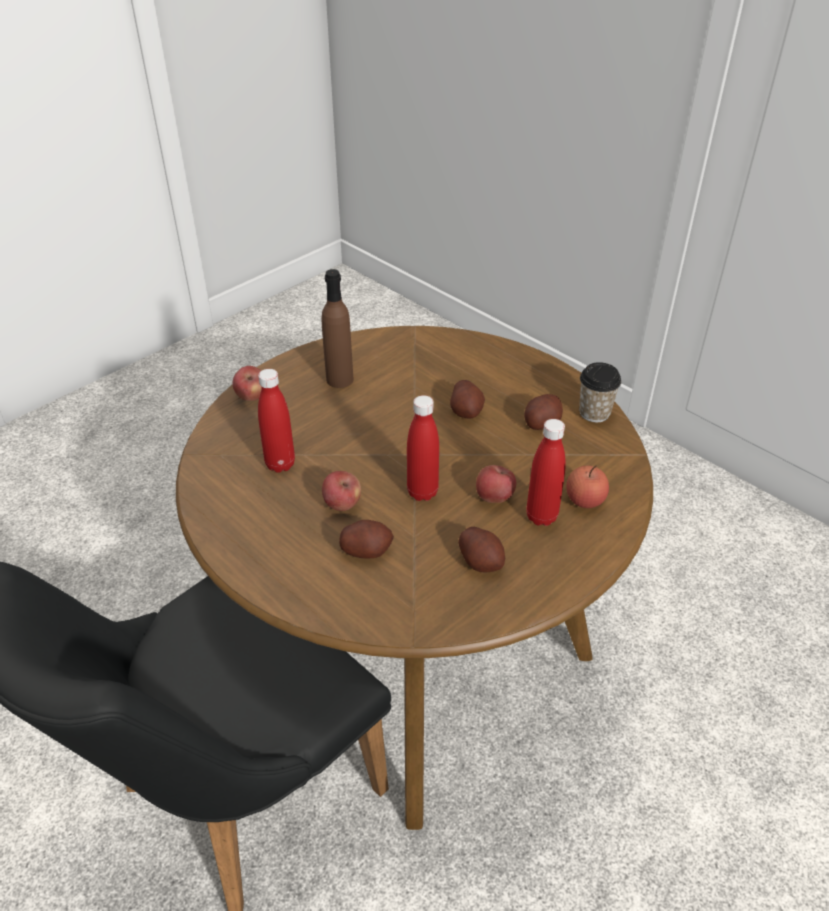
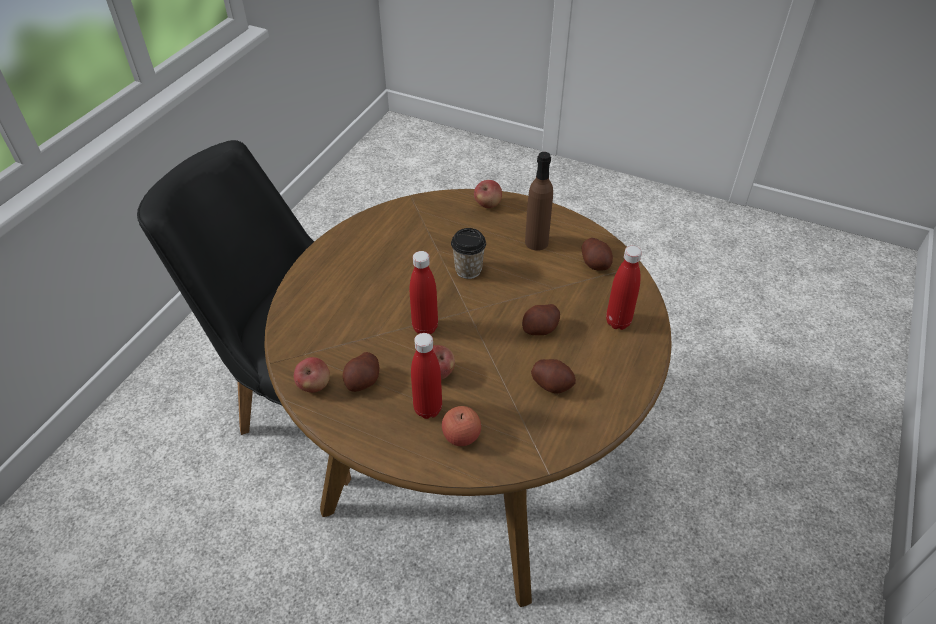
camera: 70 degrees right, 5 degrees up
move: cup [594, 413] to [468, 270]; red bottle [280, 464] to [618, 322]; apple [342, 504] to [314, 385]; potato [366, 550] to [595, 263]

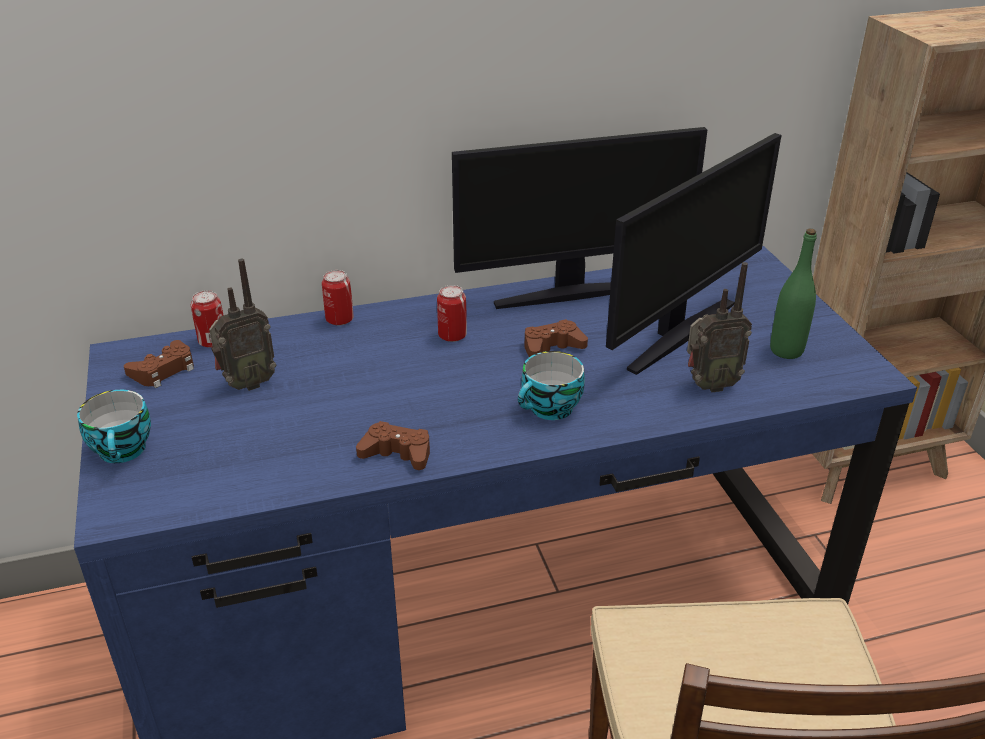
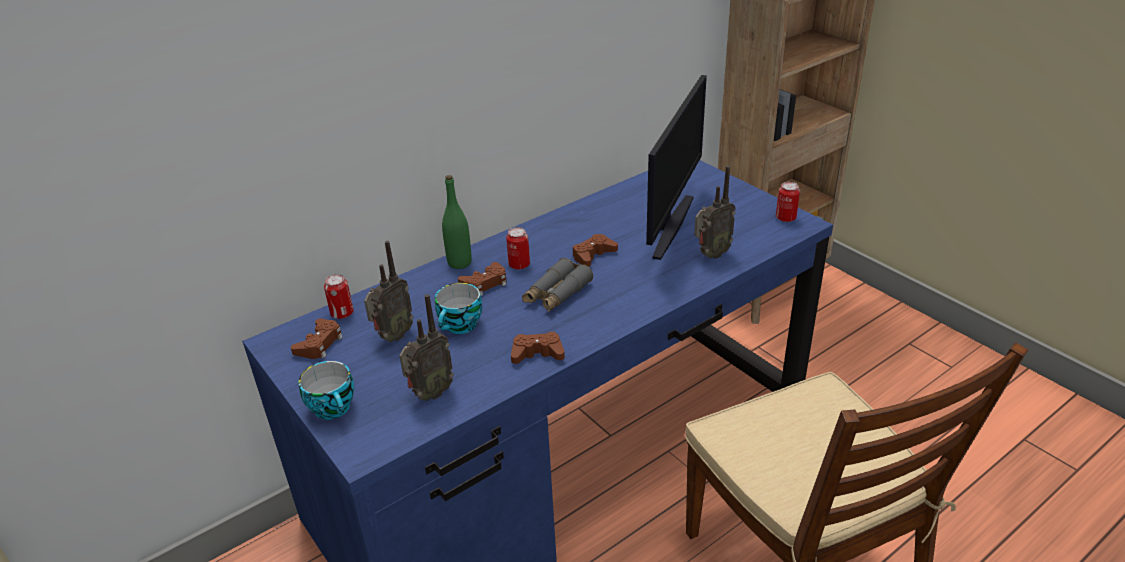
camera: 20 degrees left, 0 degrees up
delete: monitor [571, 293]
insert: grey binoculars [557, 294]; brown game controller [485, 284]; radio [429, 394]
move: green bottle [786, 350] to [459, 263]; can [339, 320] to [785, 218]; cup [550, 409] to [460, 326]

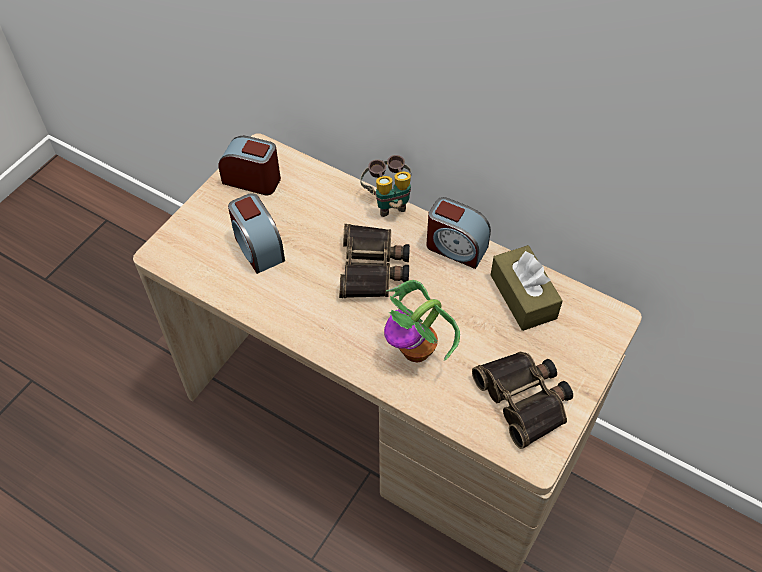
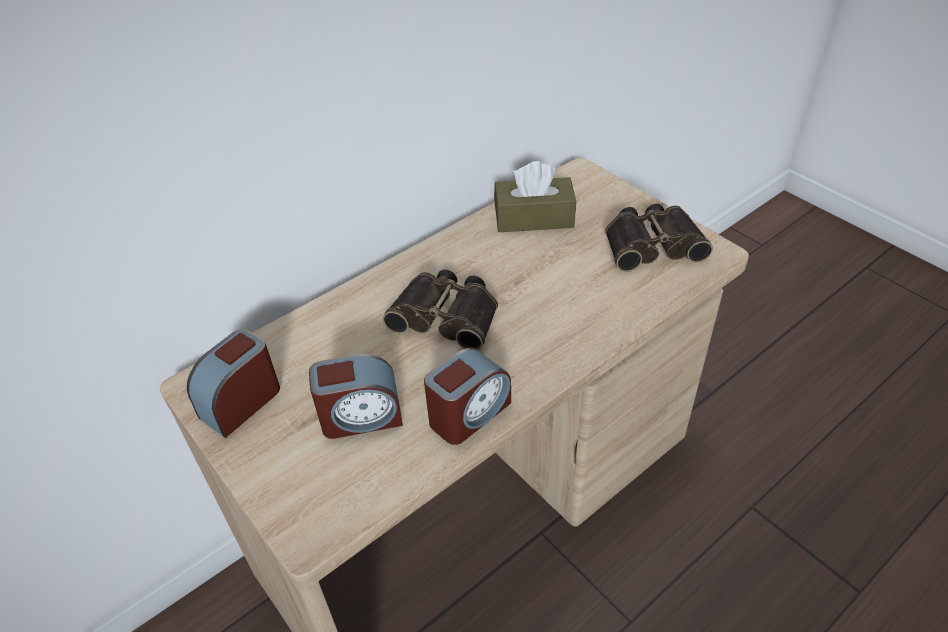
camera: 70 degrees left, 10 degrees down
delete: binoculars [388, 202]; potted plant [417, 350]
move: alarm clock [455, 247] to [469, 413]

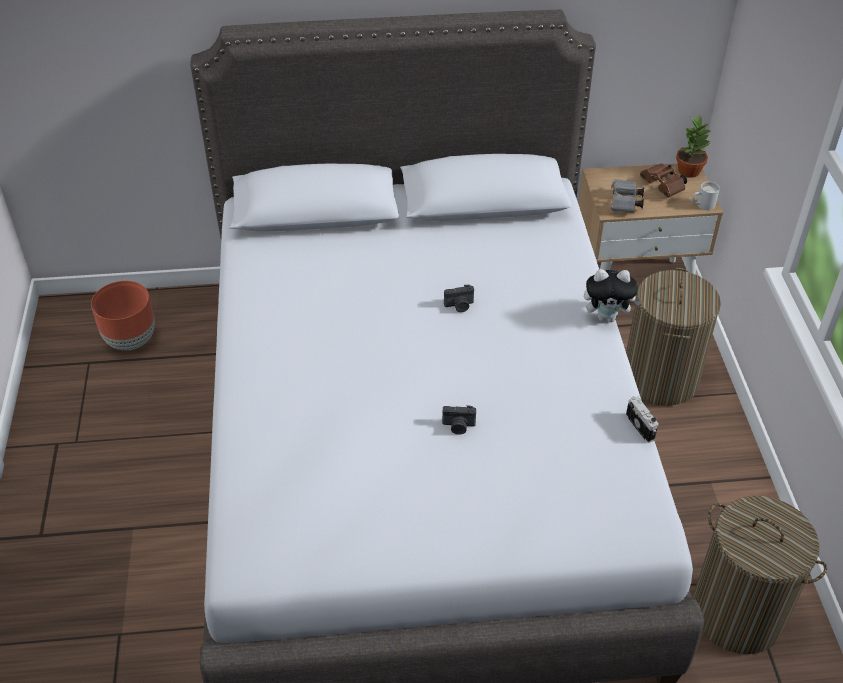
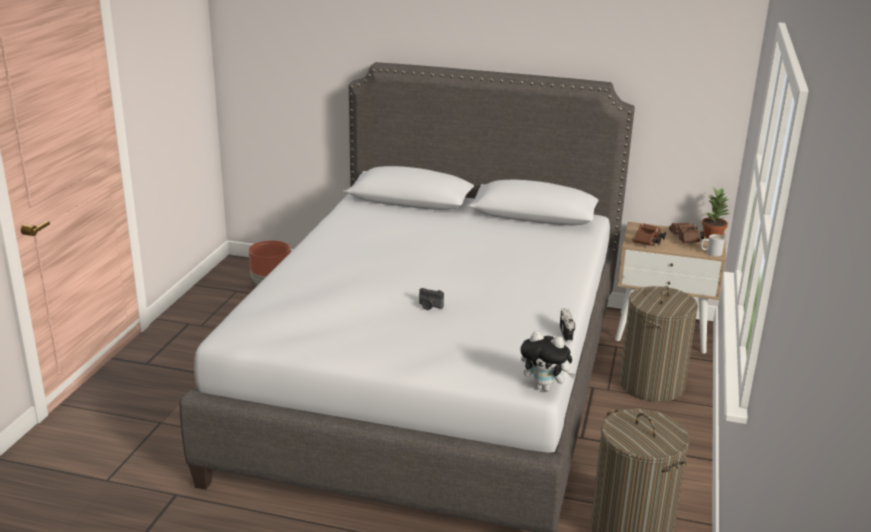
camera: 20 degrees right, 20 degrees down
delete: photo camera [459, 306]
move: plush toy [607, 317] to [545, 387]
recolor: grey binoculars [624, 204] to brown binoculars [647, 242]

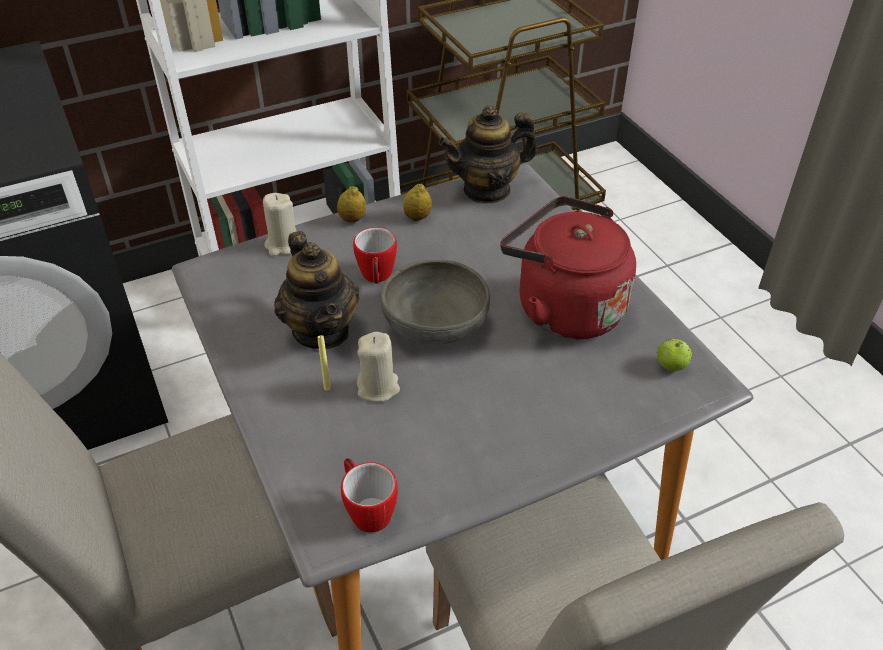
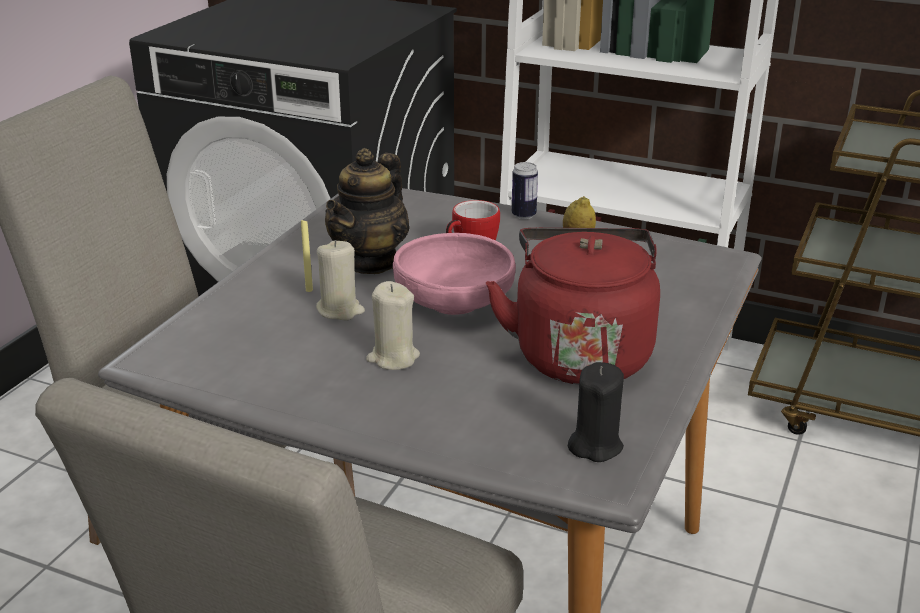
camera: 50 degrees right, 15 degrees down
delete: teapot [487, 190]; mug [367, 510]
move: beige candle [283, 245] to [393, 358]
replace: lemon [352, 219] to can [523, 215]; apple [671, 366] to black candle [595, 445]
recolor: grey bowl [435, 324] to pink bowl [453, 302]

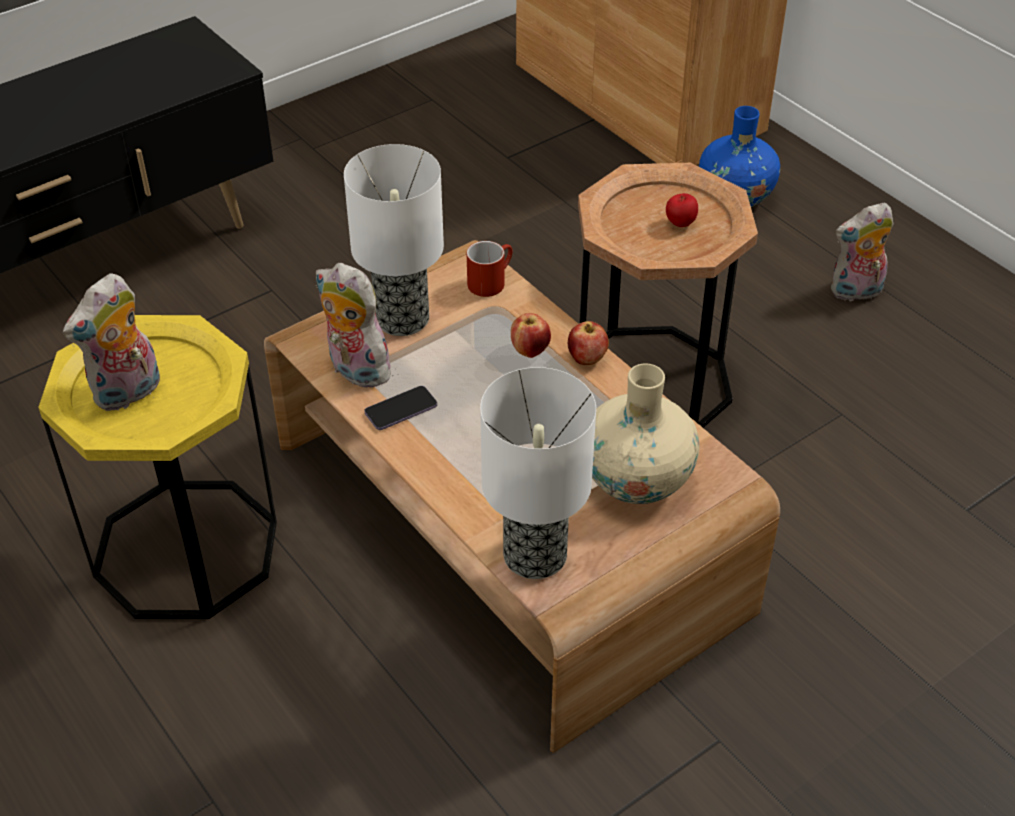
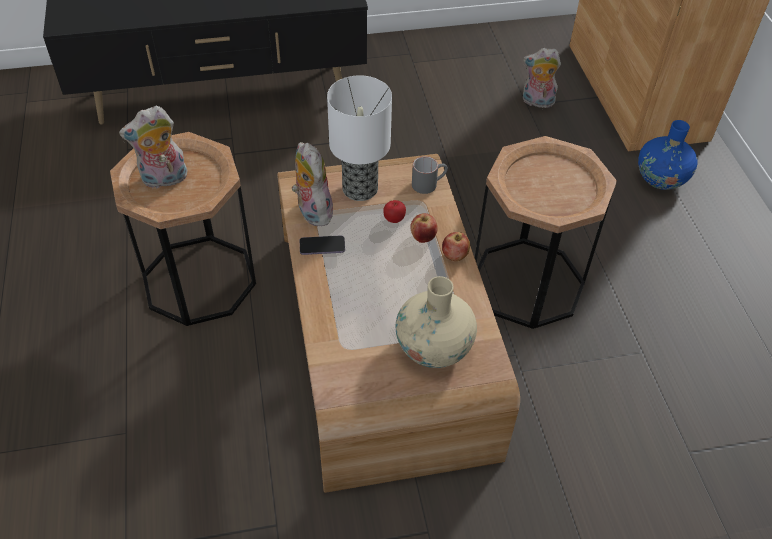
camera: 25 degrees right, 5 degrees up
delete: table lamp [535, 554]
move: apple [680, 224] to [394, 220]; plush toy [855, 292] to [536, 102]
recolor: red mug [490, 281] to grey mug [428, 183]; yellow side table [186, 549] to brown side table [199, 280]

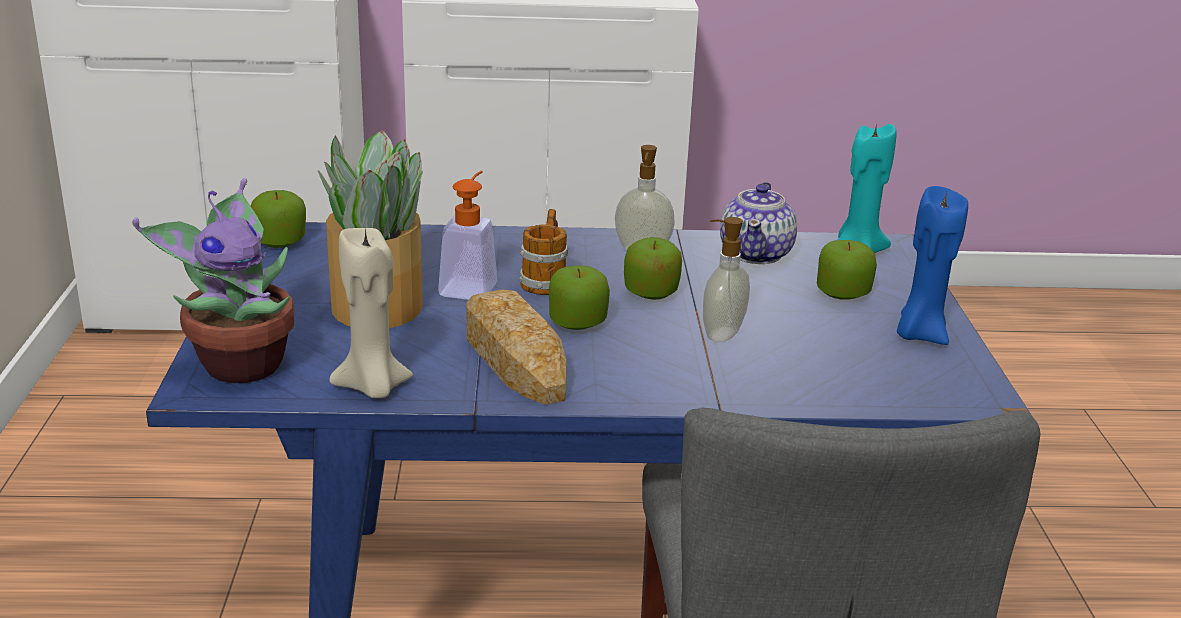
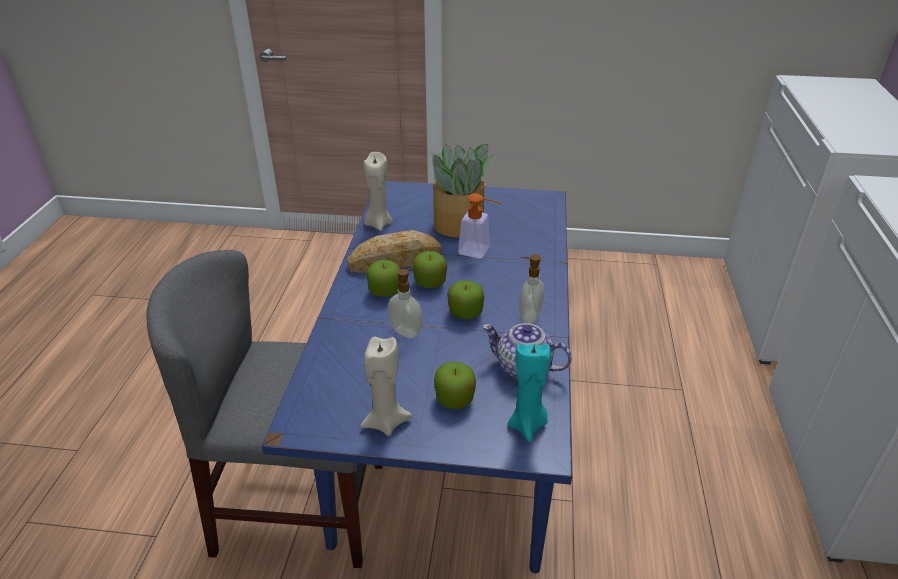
camera: 100 degrees right, 10 degrees up
delete: potted plant [239, 363]; mug [545, 280]
move: apple [280, 241] to [385, 291]
recolor: blue candle [919, 334] to beige candle [385, 422]

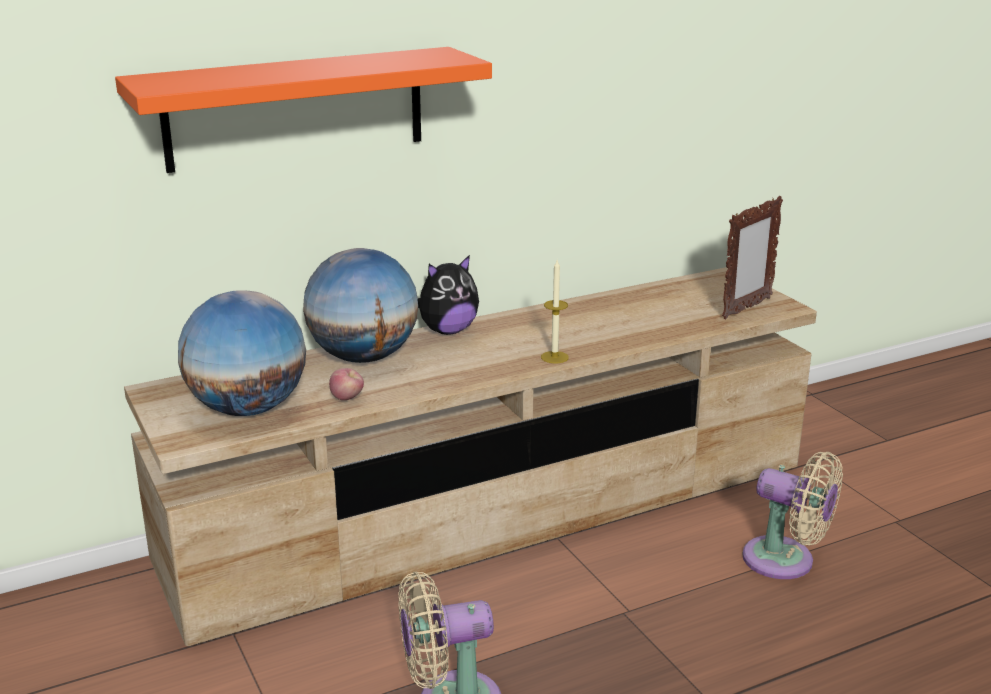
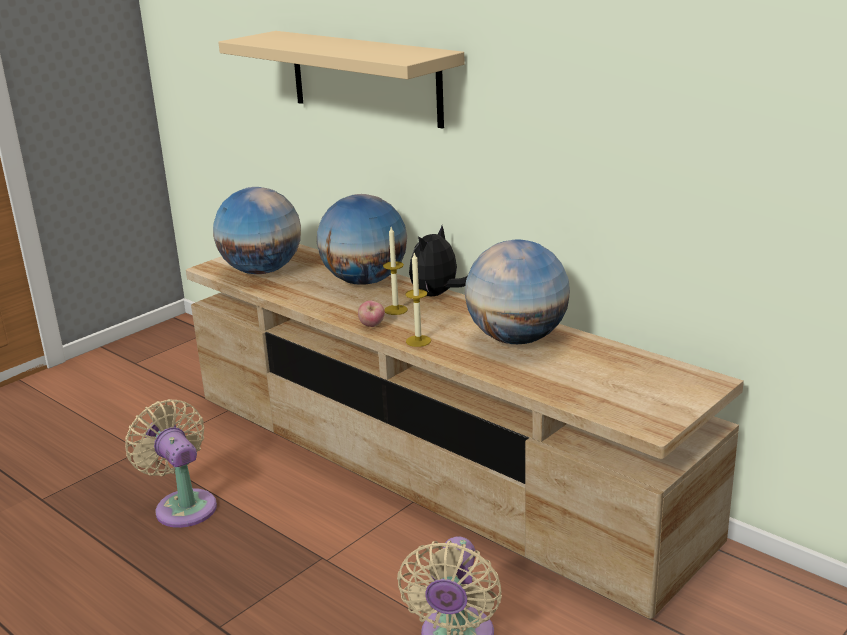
camera: 70 degrees right, 0 degrees up
delete: picture frame [746, 308]
insert: candle [395, 310]; globe [517, 339]
move: apple [347, 398] to [372, 326]
recolor: orange shelf [295, 108] to beige shelf [364, 77]
rotate: plush toy [447, 331] = [437, 295] 90 degrees clockwise

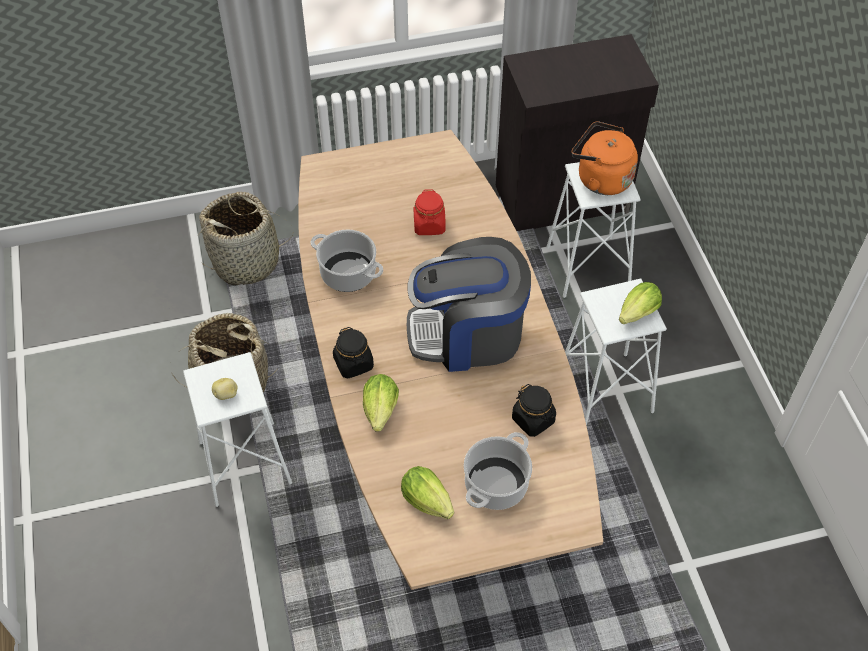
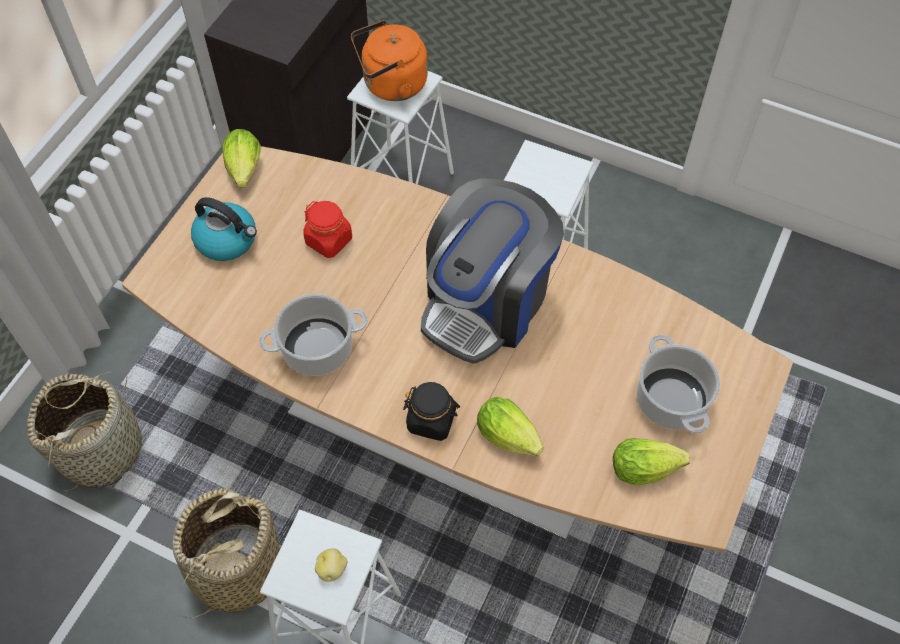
camera: 50 degrees left, 5 degrees up
delete: black jar [533, 420]
insert: kettle [227, 240]
move: lettuce [636, 315] to [244, 172]

